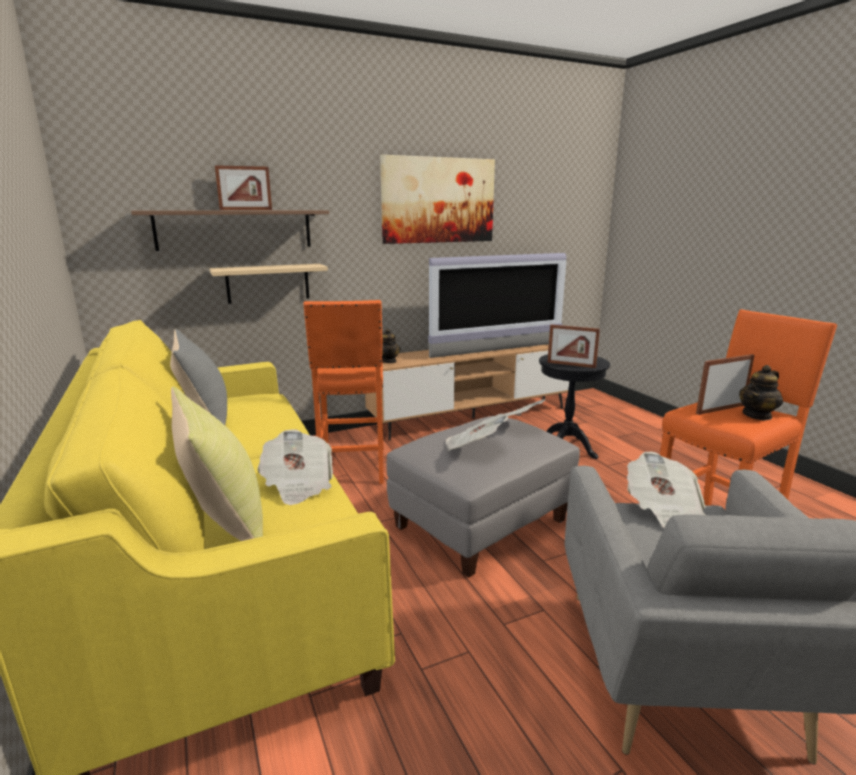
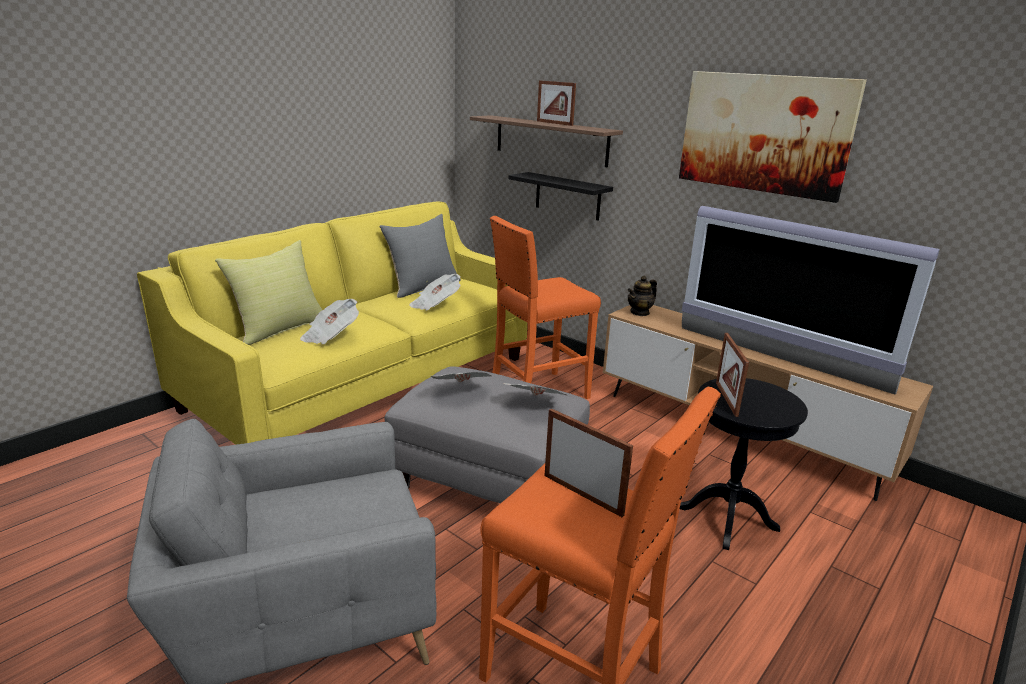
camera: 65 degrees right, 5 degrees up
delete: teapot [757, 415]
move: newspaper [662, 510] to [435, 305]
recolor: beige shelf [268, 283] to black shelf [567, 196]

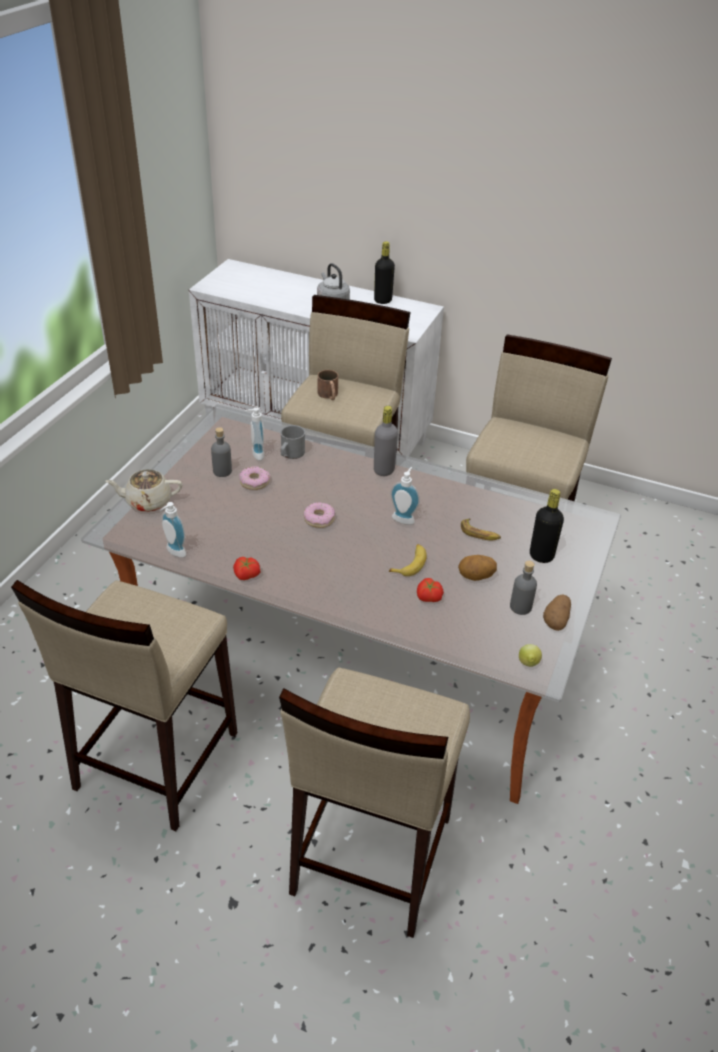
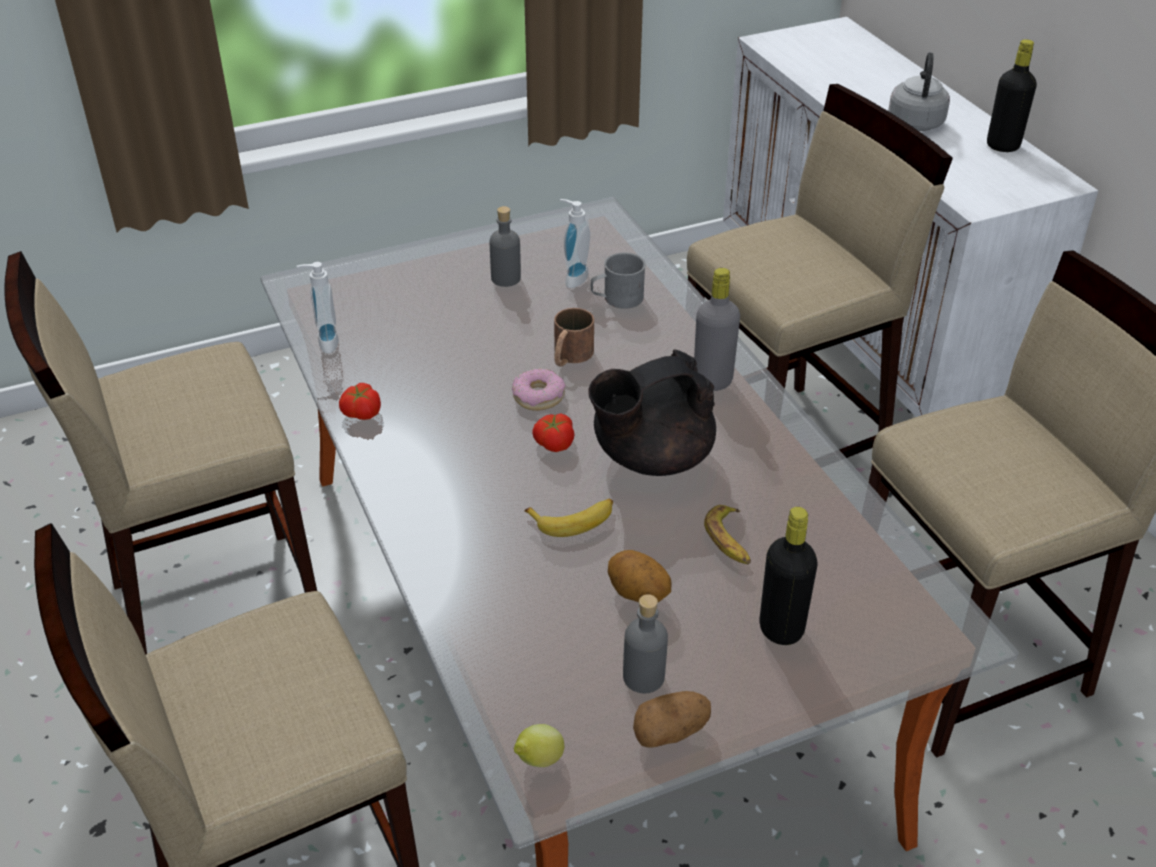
camera: 45 degrees right, 0 degrees up
delete: donut [254, 482]; beige teapot [148, 502]
move: brown mug [329, 395] to [569, 357]; tomato [428, 597] to [553, 443]
replace: soap dispenser [404, 518] to black teapot [650, 457]

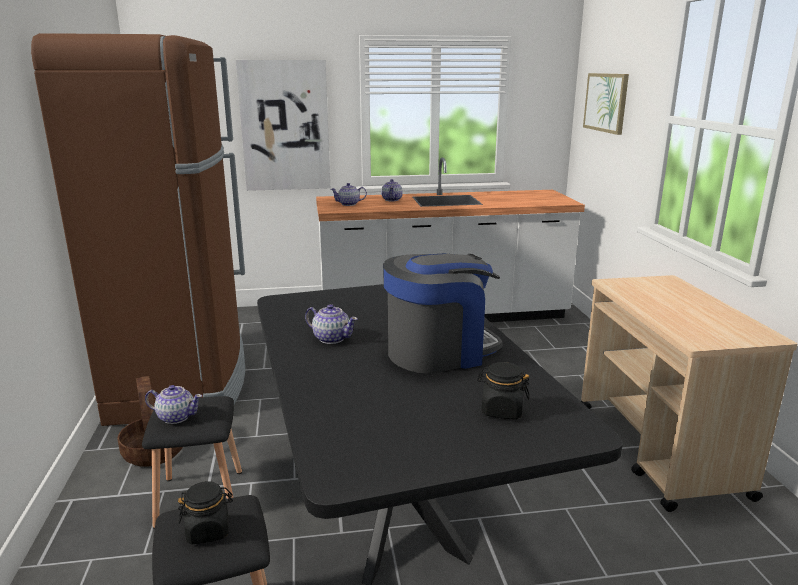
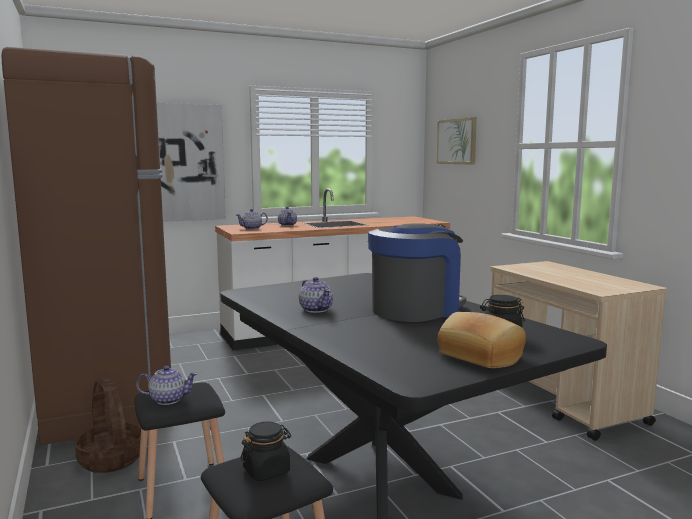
camera: 15 degrees left, 10 degrees down
insert: bread [479, 356]
rotate: teapot [331, 338] = [316, 309] 45 degrees clockwise

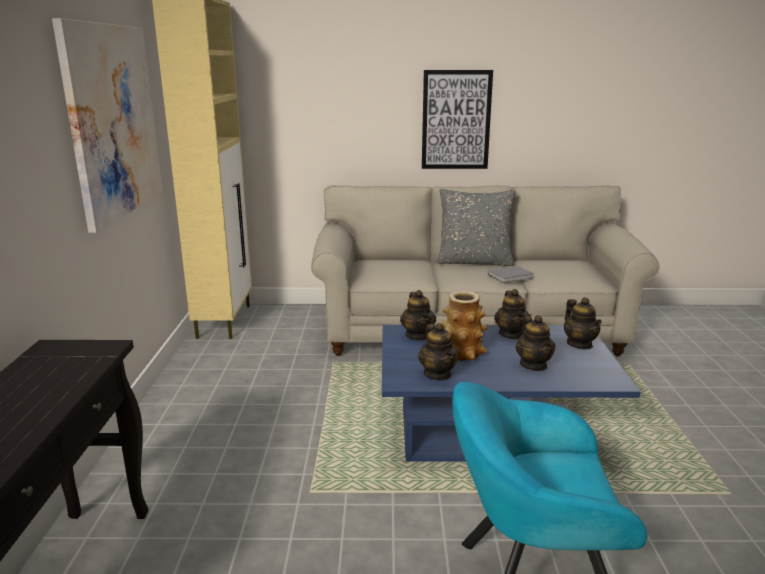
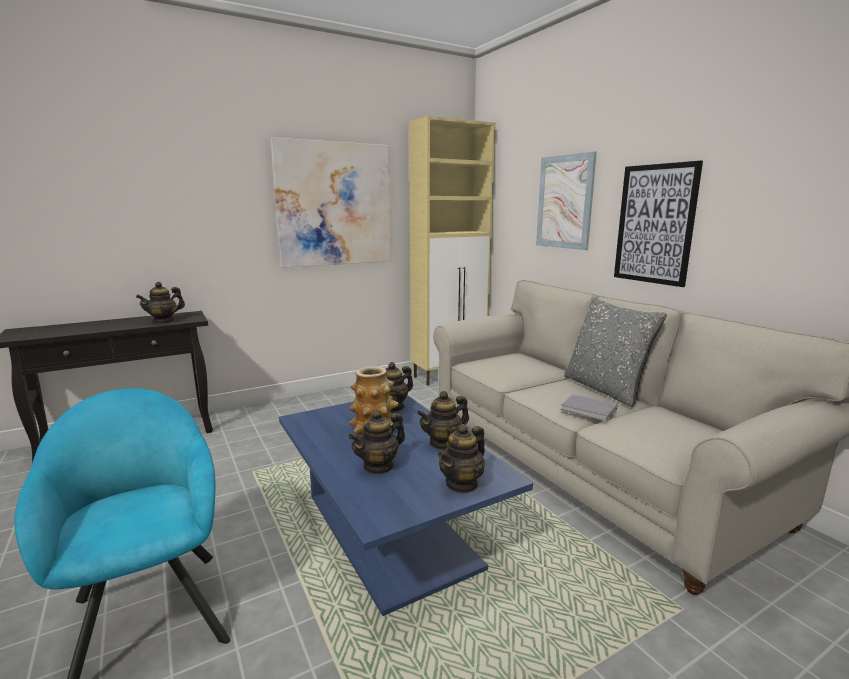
camera: 60 degrees right, 5 degrees down
insert: picture [564, 202]
move: teapot [438, 374] to [164, 321]

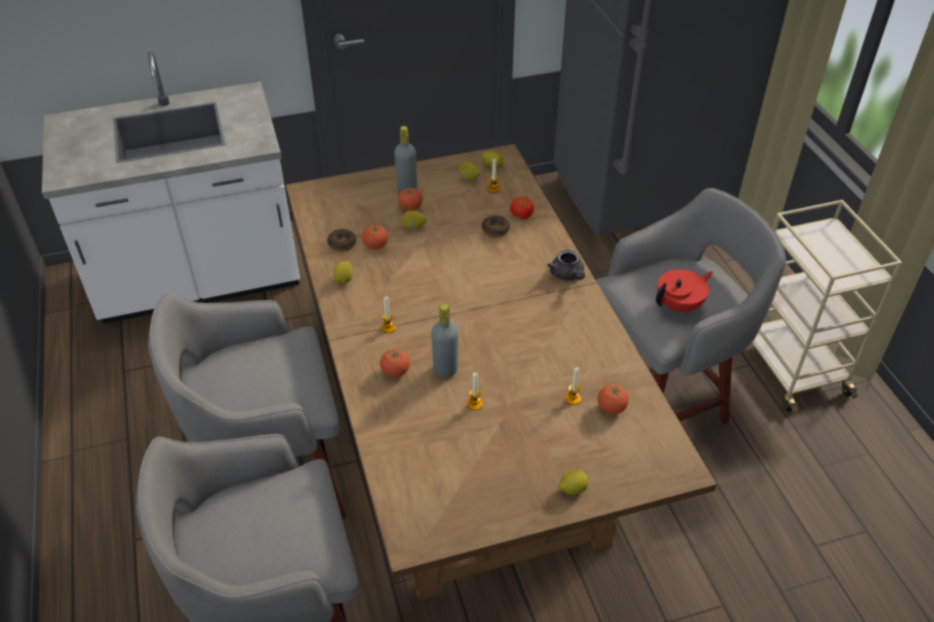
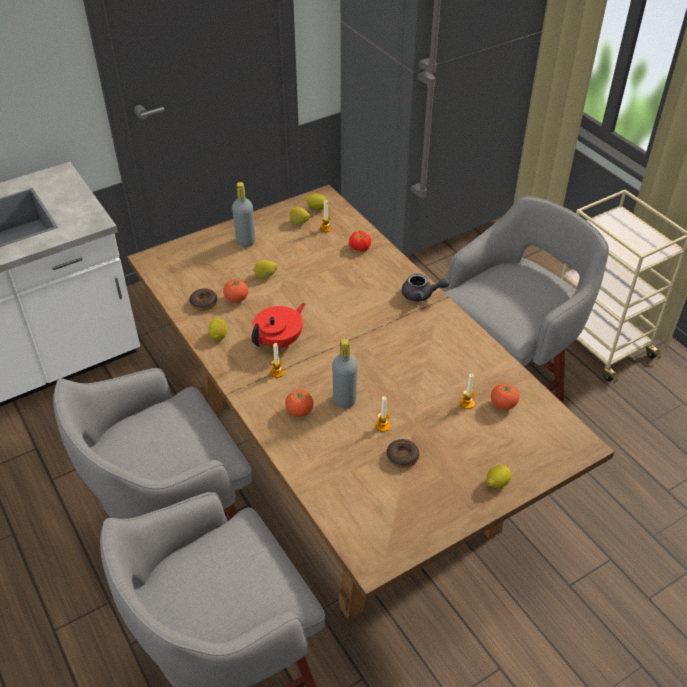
camera: 15 degrees left, 0 degrees up
delete: tomato [410, 208]
move: donut [495, 230] to [402, 456]; red teapot [680, 305] to [280, 341]
rotate: grey teapot [568, 275] = [421, 295] 45 degrees counterclockwise

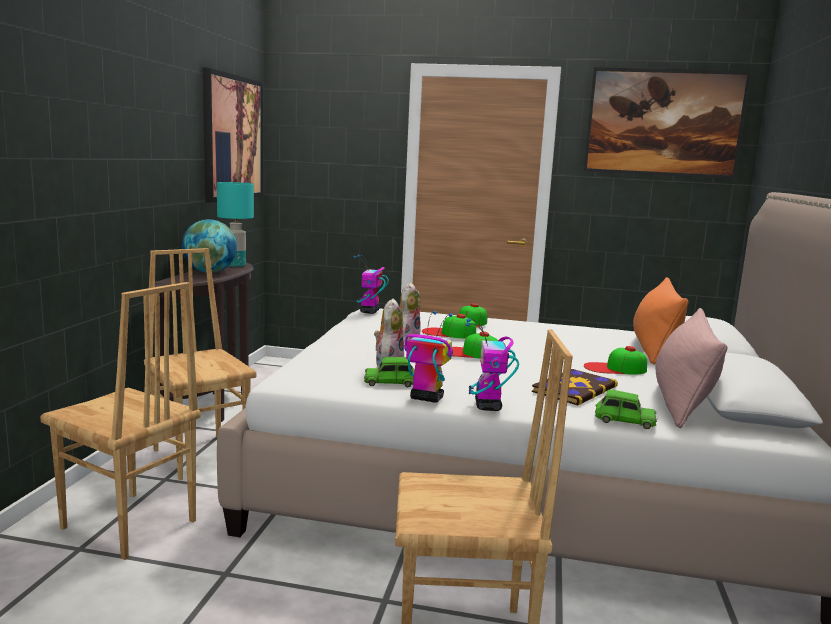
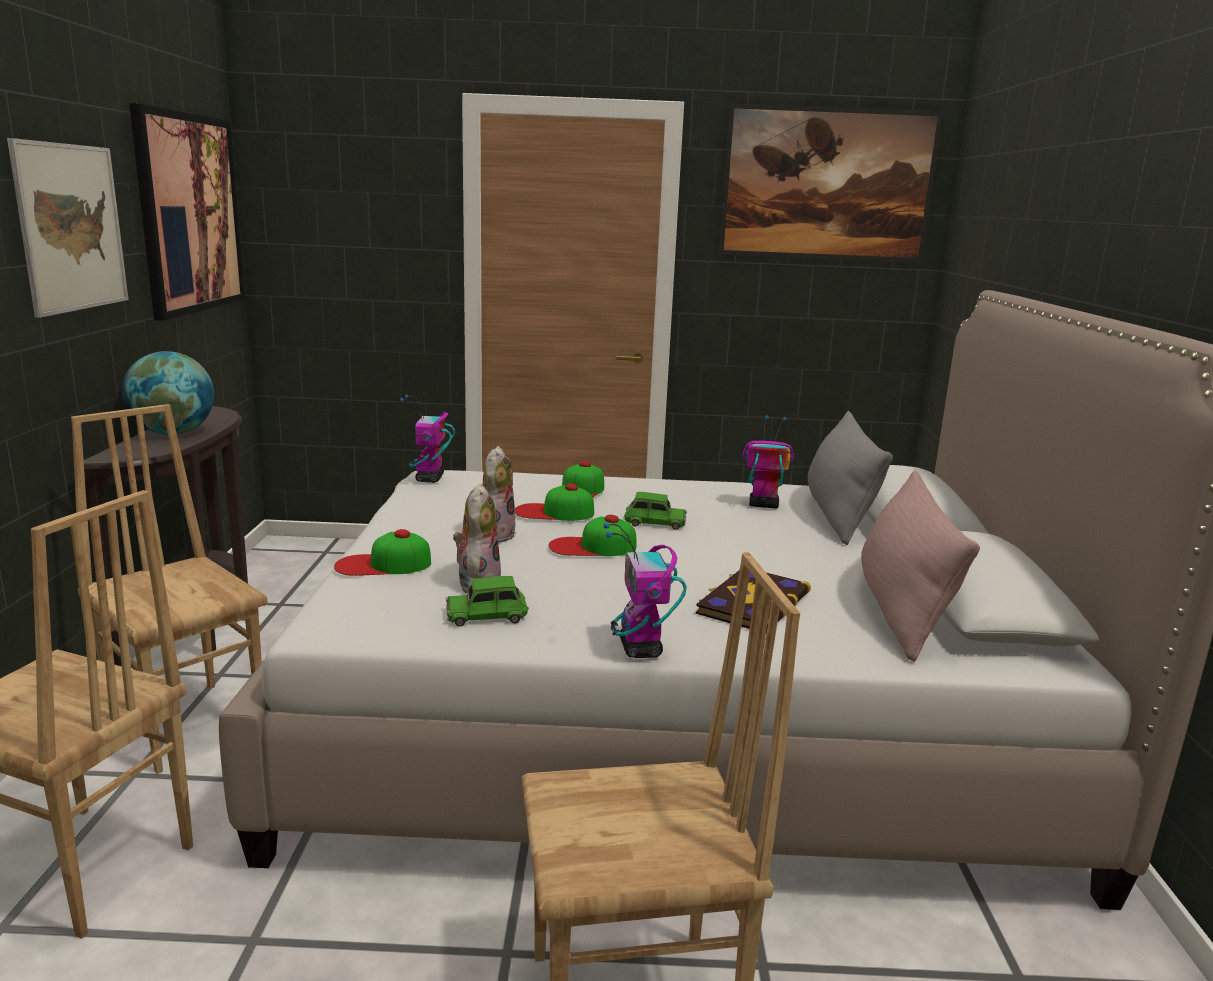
camera: 10 degrees left, 5 degrees up
delete: turquoise table lamp [235, 265]
insert: picture [72, 227]
move: toy robot [426, 398] to [762, 505]; cap [615, 368] to [383, 564]; green toy car [624, 420] to [654, 522]
recolor: orange pillow [654, 348] to grey pillow [838, 514]

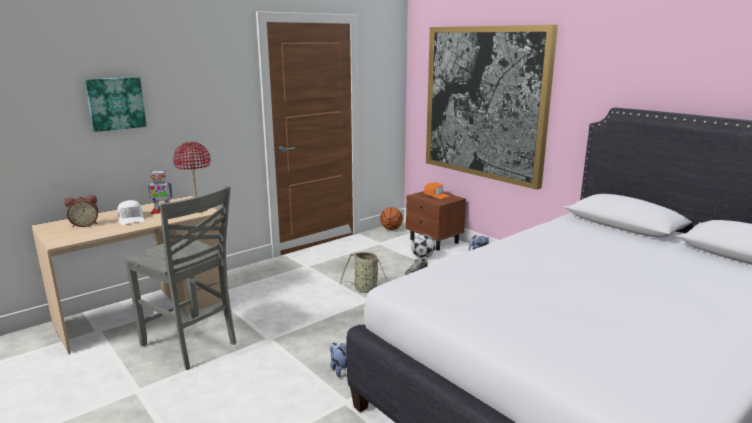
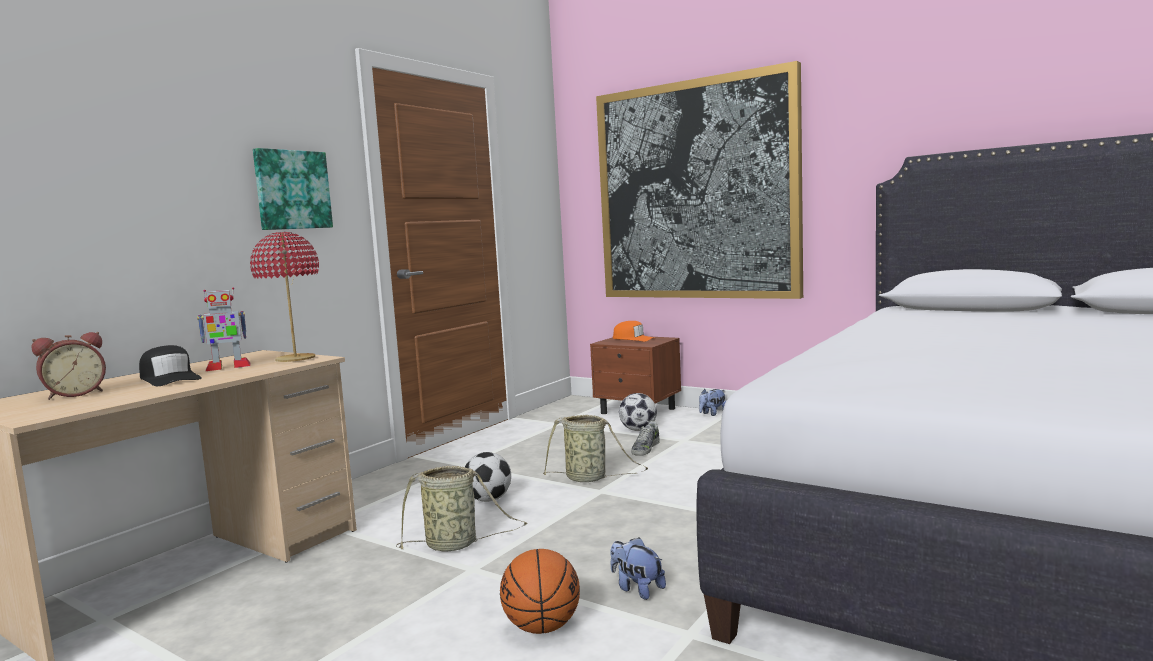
camera: 15 degrees left, 10 degrees down
delete: grey chair [190, 344]
insert: football [489, 500]; basket [455, 545]
move: picture [116, 103] to [292, 190]; basketball [391, 229] to [542, 627]
recolor: white cap [131, 218] to black cap [170, 378]

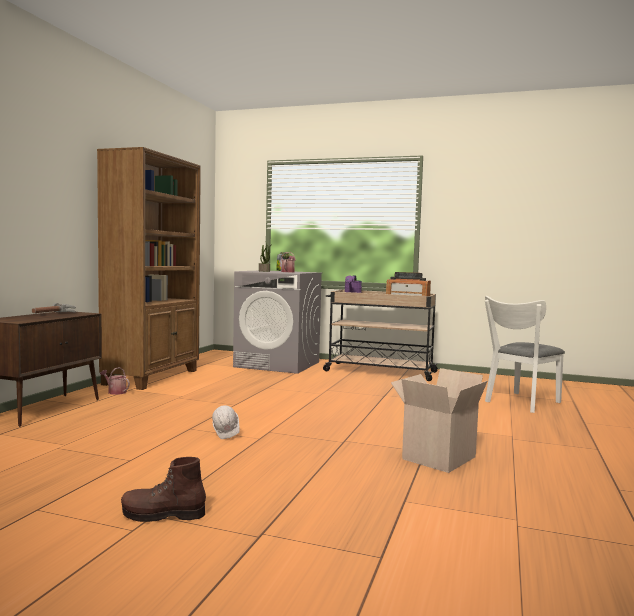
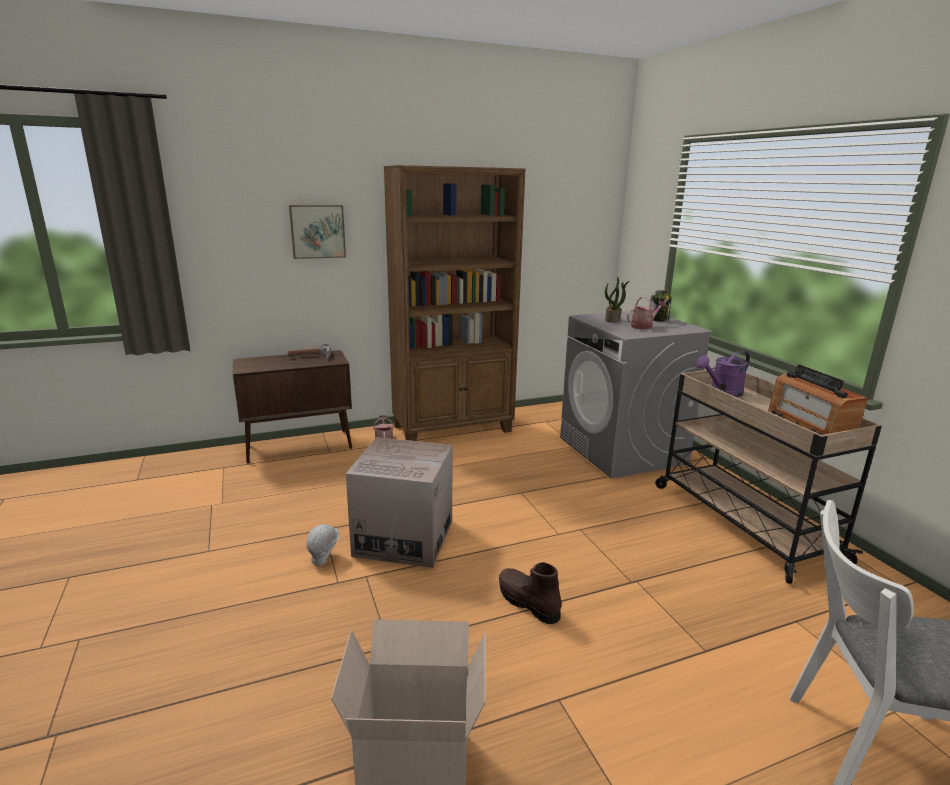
camera: 50 degrees right, 15 degrees up
insert: picture [317, 231]; cardboard box [404, 538]
move: brown boot [163, 515] to [527, 602]

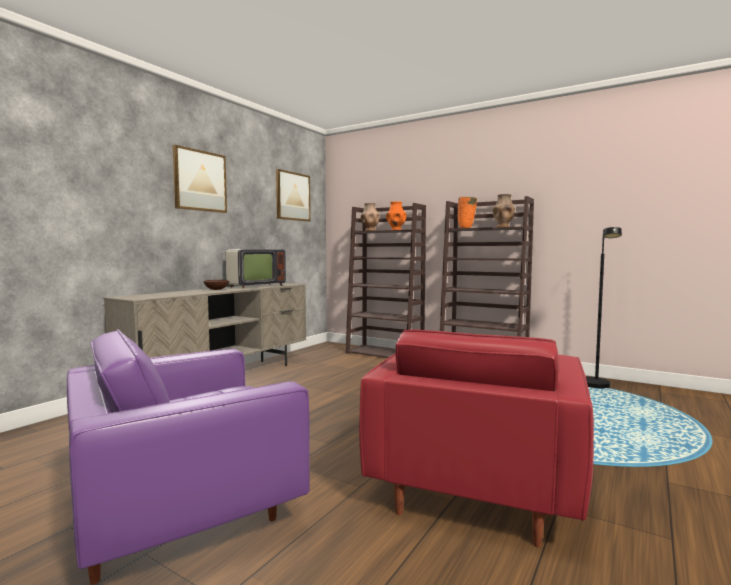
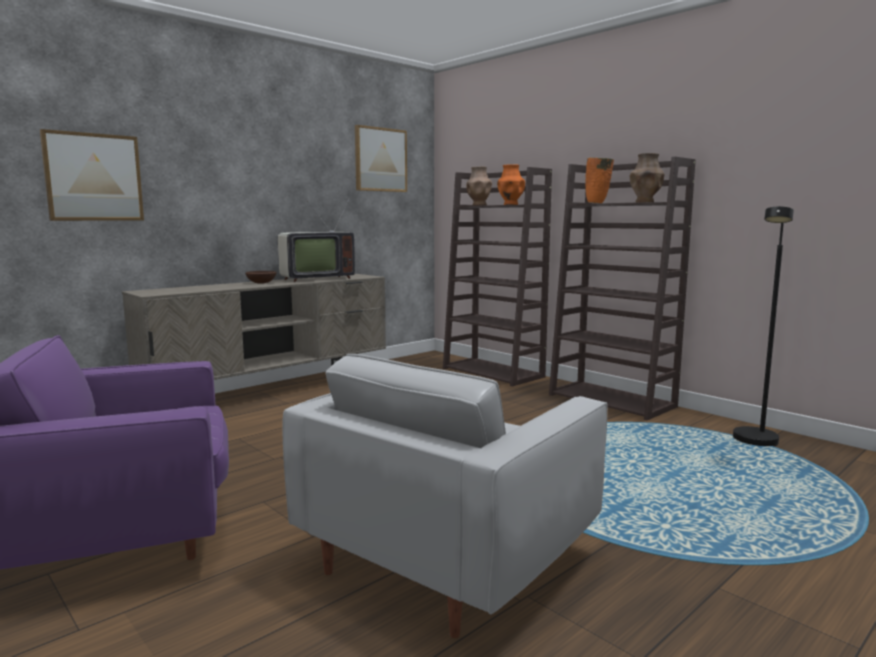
camera: 15 degrees right, 5 degrees up
move: picture [200, 181] to [93, 177]
recolor: red armchair [476, 485] to white armchair [450, 554]

